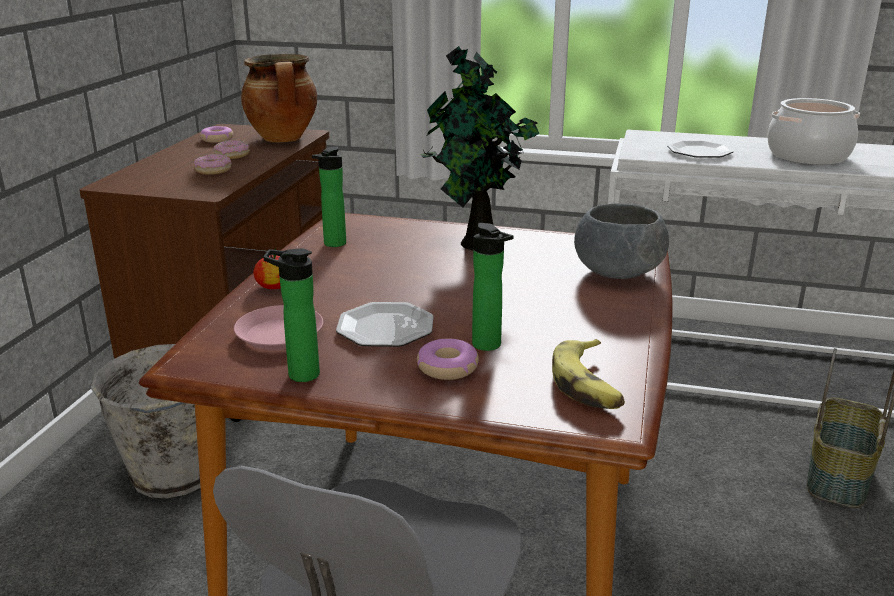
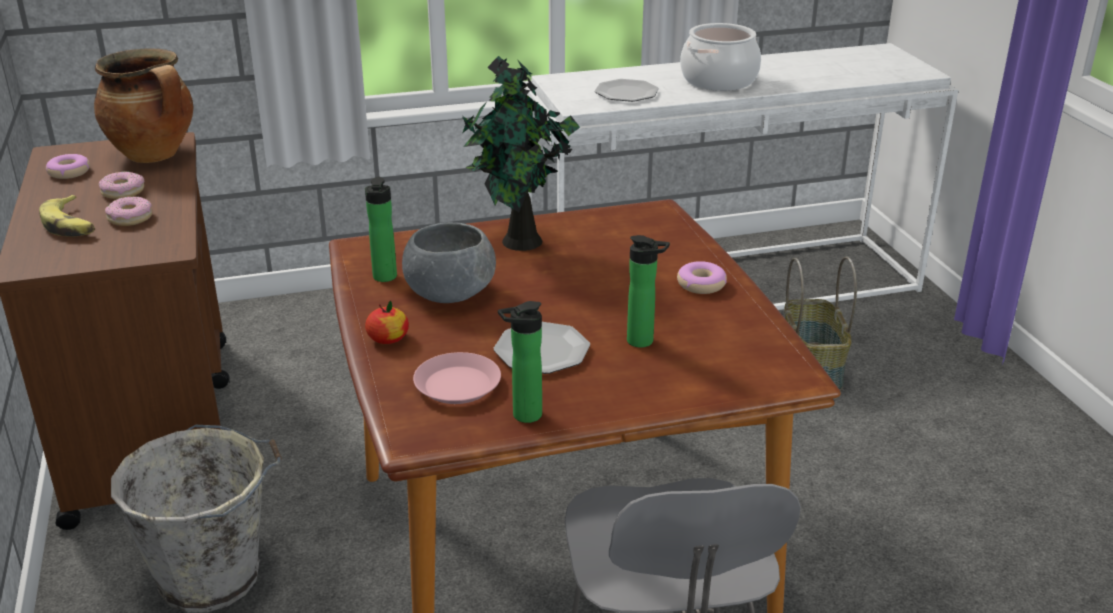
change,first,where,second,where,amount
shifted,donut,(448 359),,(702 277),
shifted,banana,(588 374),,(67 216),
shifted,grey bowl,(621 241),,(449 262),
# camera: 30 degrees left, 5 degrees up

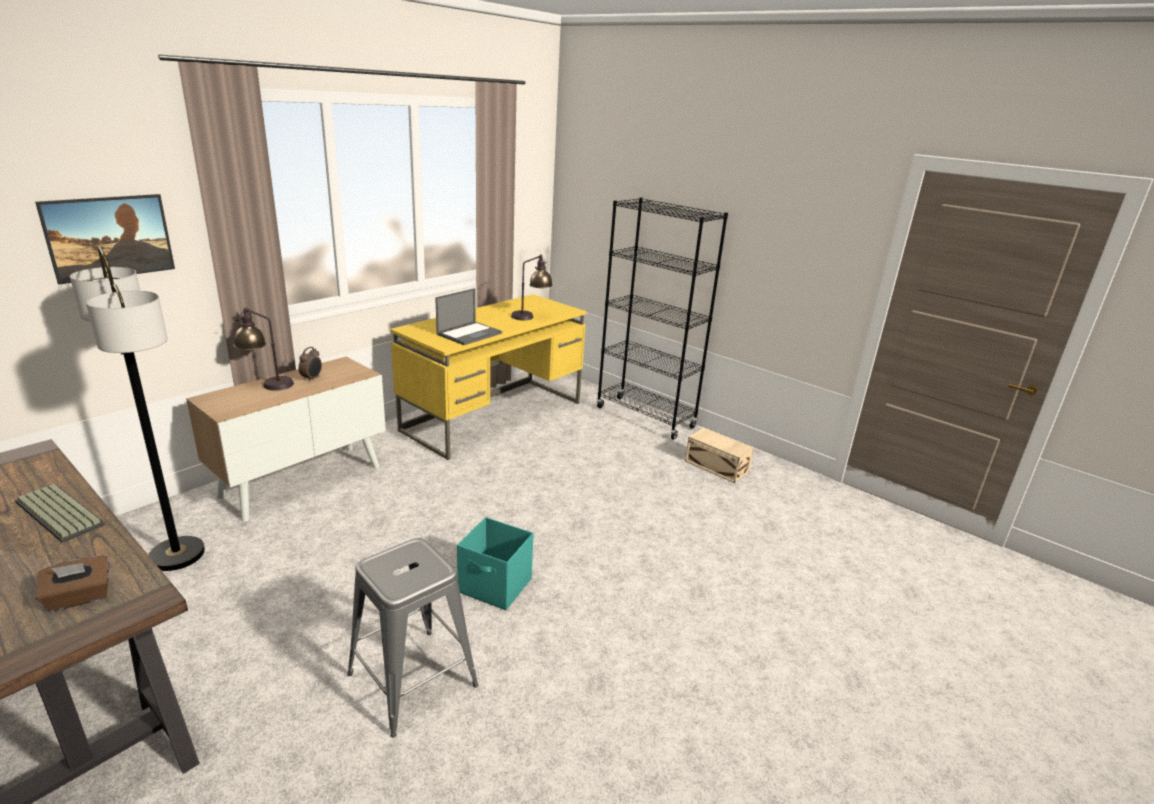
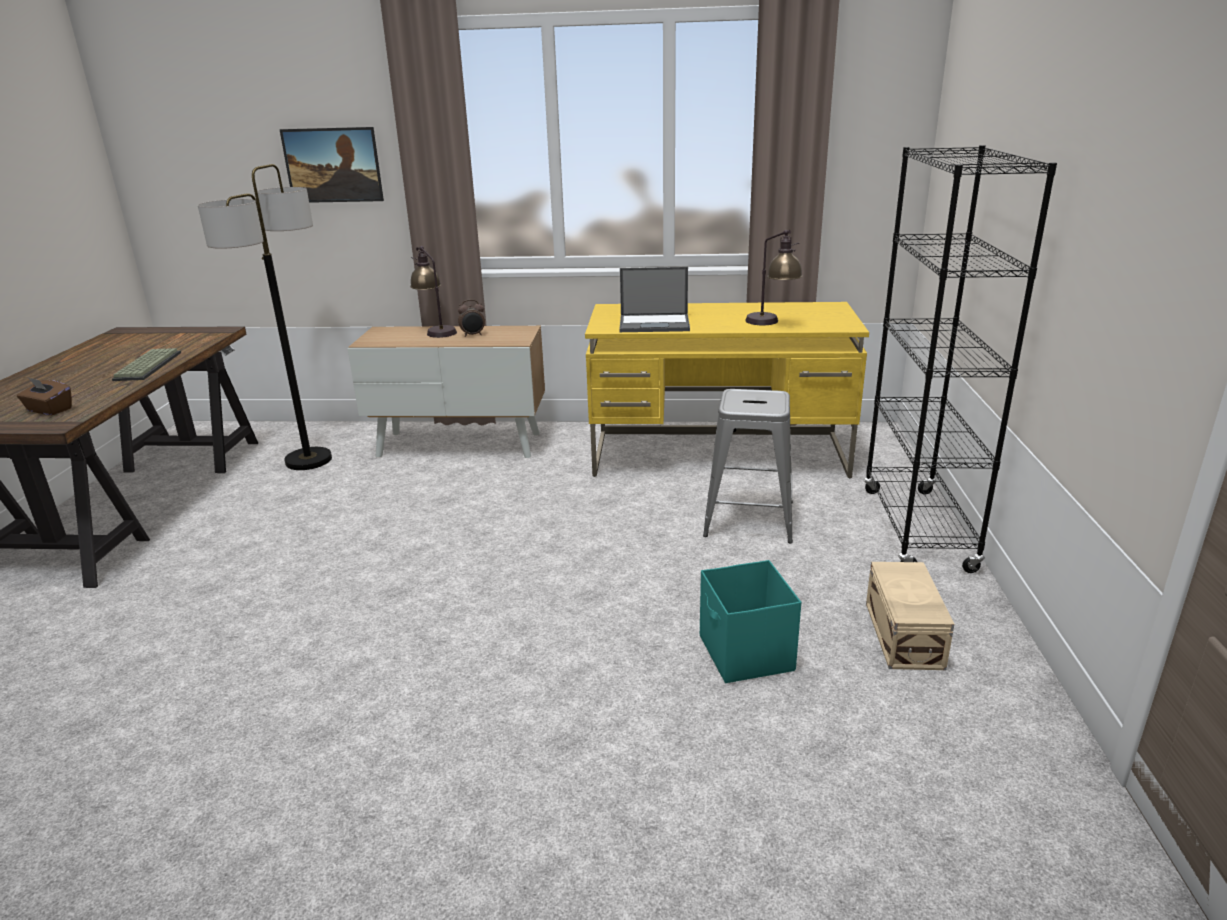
change,first,where,second,where,amount
shifted,grey stool,(413 638),,(748 466),
shifted,turquoise storage box,(495 563),,(750 621),
# camera: 55 degrees right, 0 degrees up

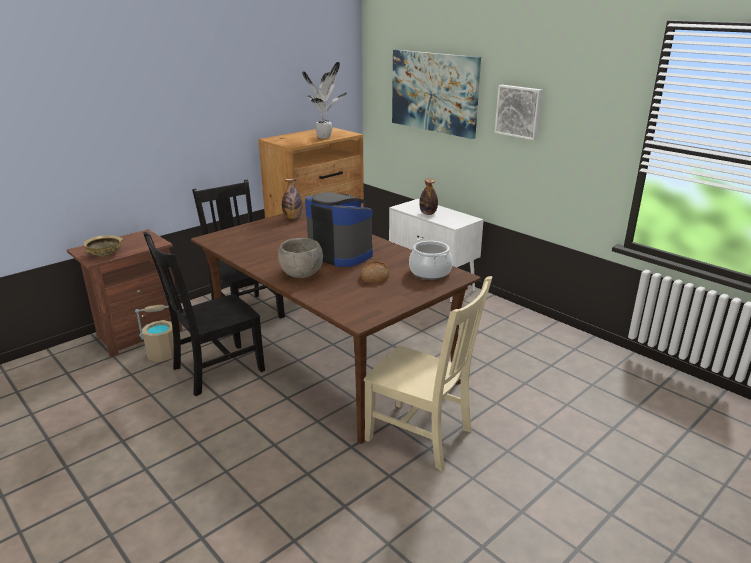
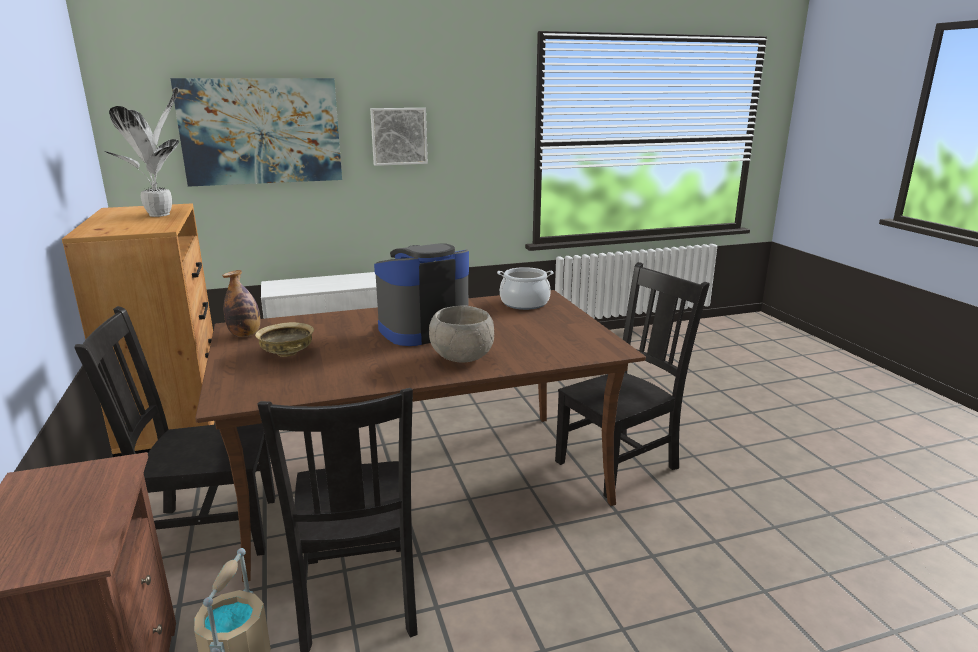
change,first,where,second,where,amount
gone,bread,(374 271),,,
gone,bottle,(428 196),,,
shifted,beige bowl,(103 246),,(284 339),
repainted,beige chair,(428 373),black chair,(632 380),
# camera: 65 degrees left, 5 degrees down

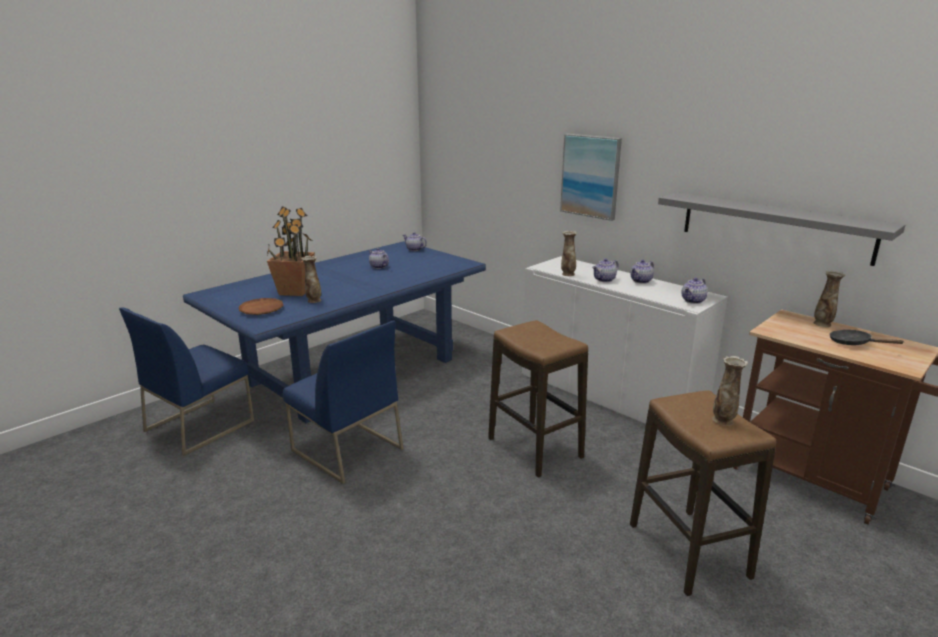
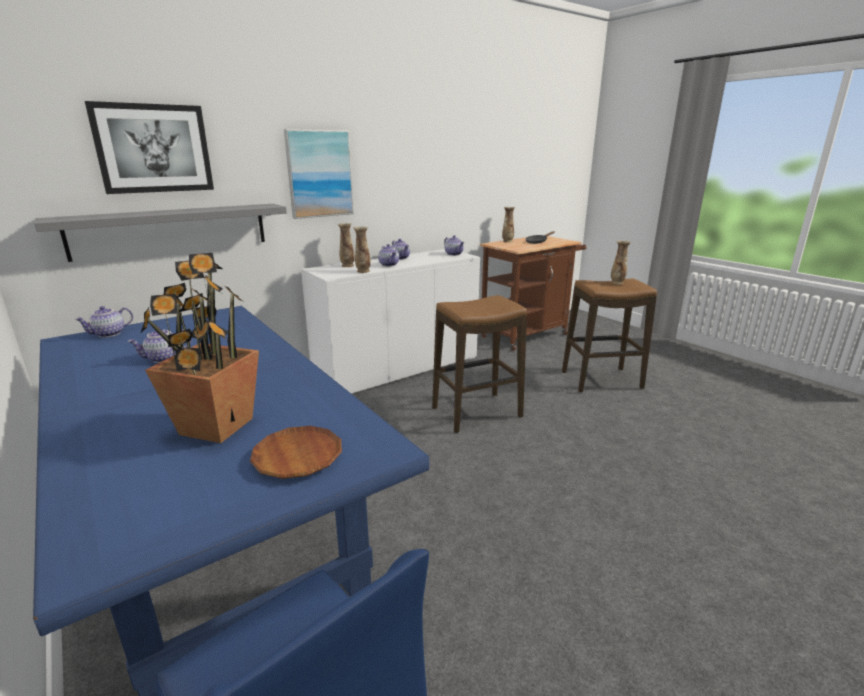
change,first,where,second,where,amount
gone,blue chair,(343 402),,,
new,,,picture,(149 147),
shifted,vase,(311 279),,(346 245),
shifted,grey shelf,(781 229),,(160 233),
# camera: 80 degrees left, 0 degrees up

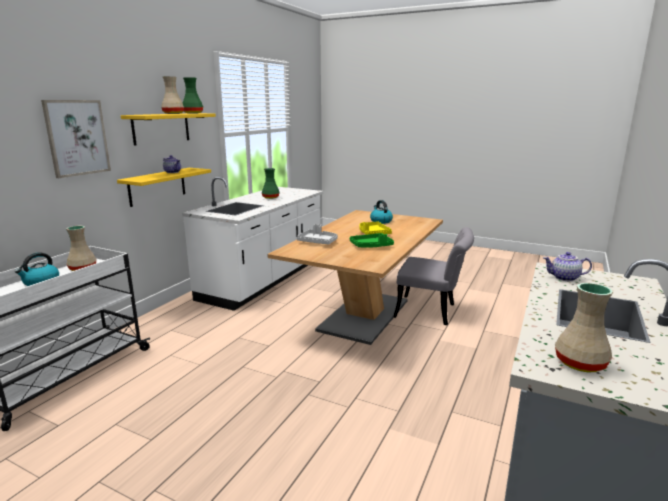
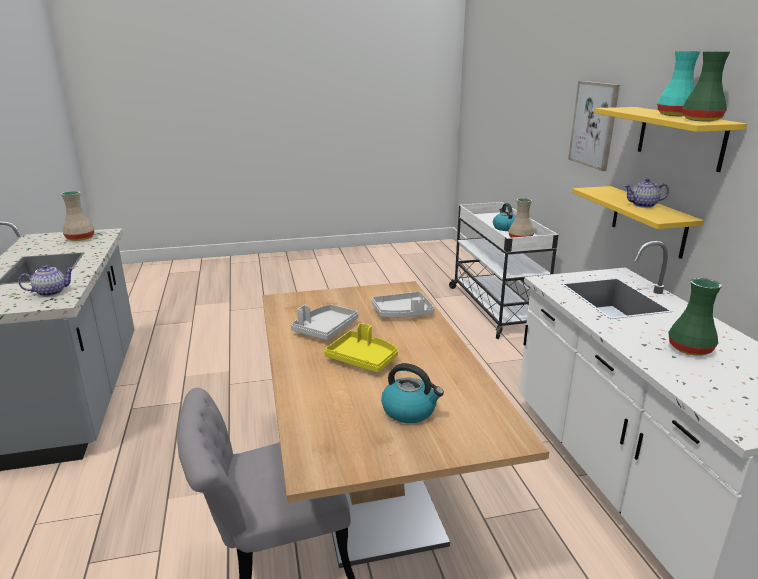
change,first,where,second,where,amount
repainted,beige vase,(172 95),turquoise vase,(679 83),
repainted,green tray,(372 240),grey tray,(324 322),
# camera: 140 degrees right, 5 degrees up

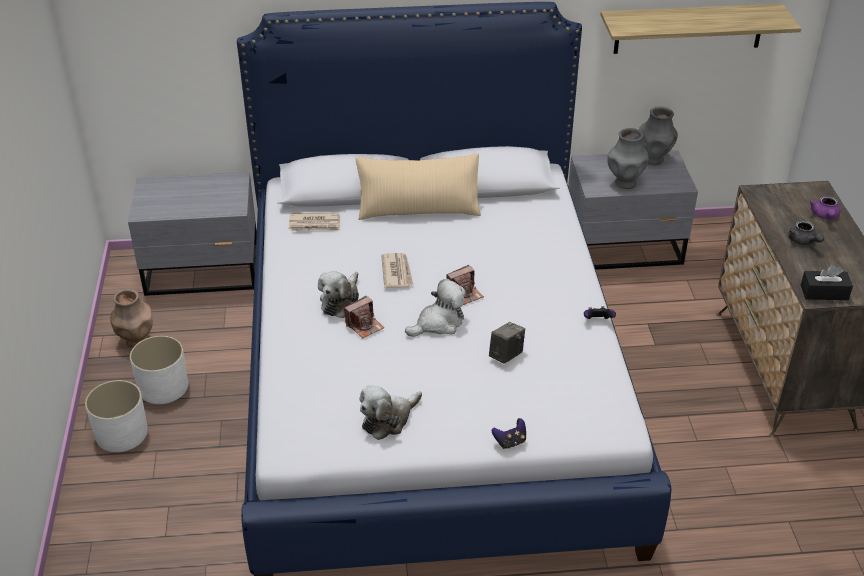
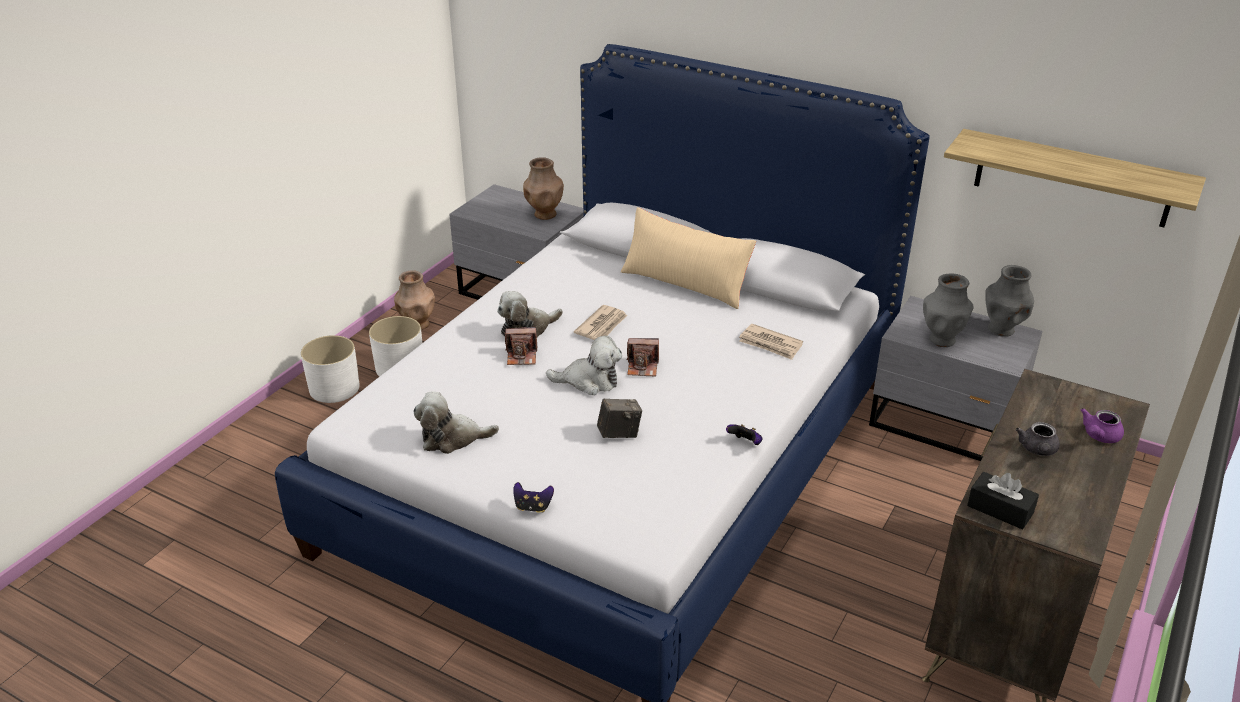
change,first,where,second,where,amount
new,,,brown vase,(543 188),
shifted,newspaper,(314 222),,(771 342),
# camera: 35 degrees right, 5 degrees down

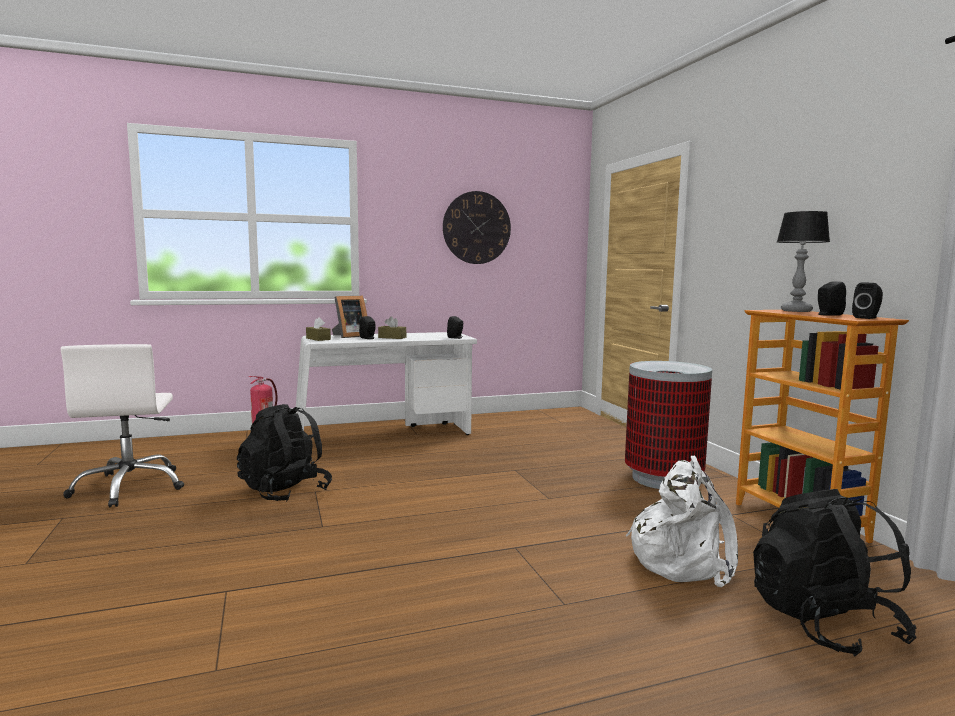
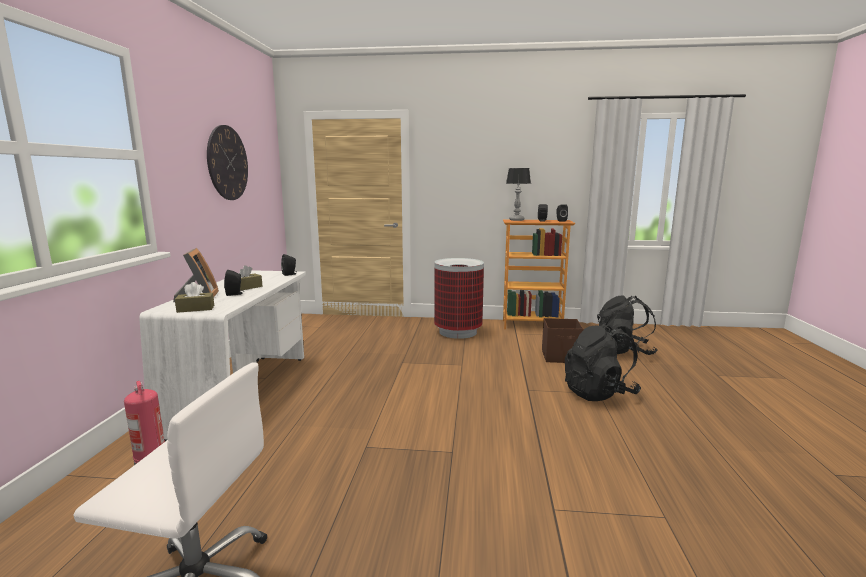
change,first,where,second,where,amount
shifted,black backpack,(284 452),,(603 362),
swapped,white backpack,(682 521),brown storage box,(563 340),
# camera: 65 degrees left, 5 degrees up

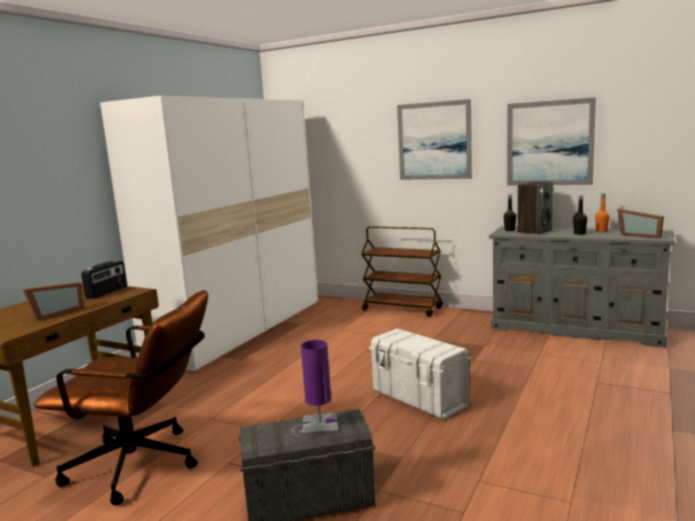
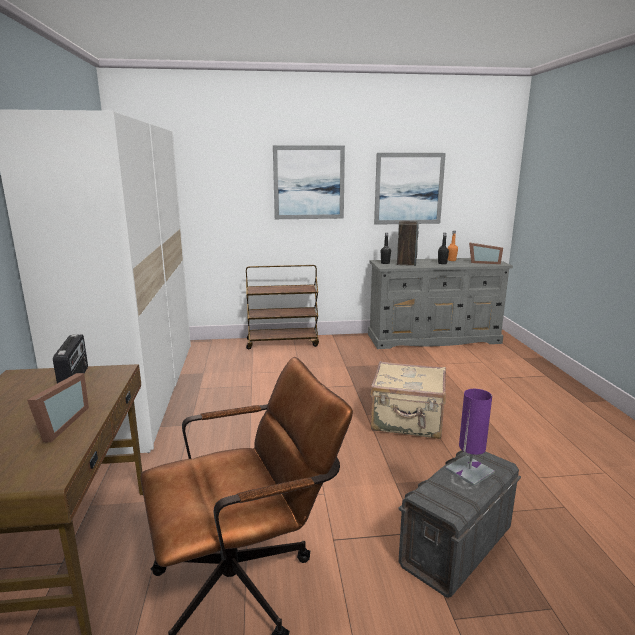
change,first,where,second,where,amount
swapped,white storage box,(420 374),beige suitcase,(408 400),
# camera: 35 degrees left, 5 degrees up

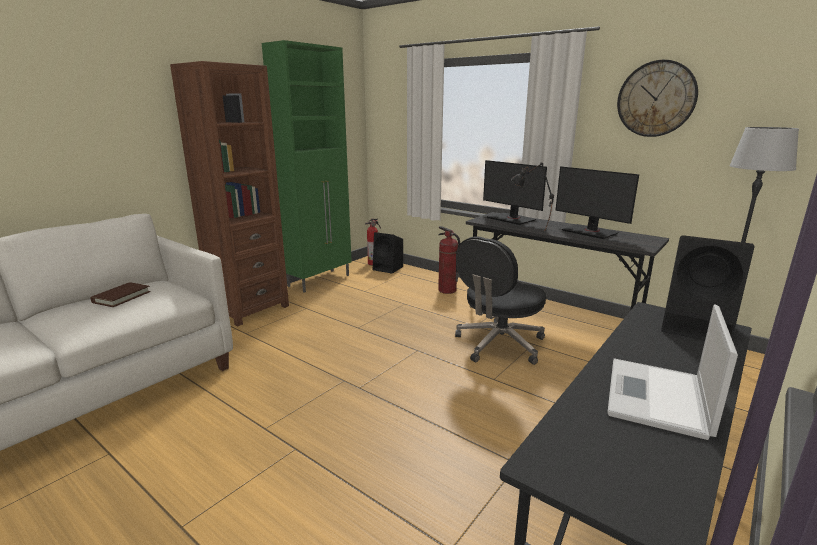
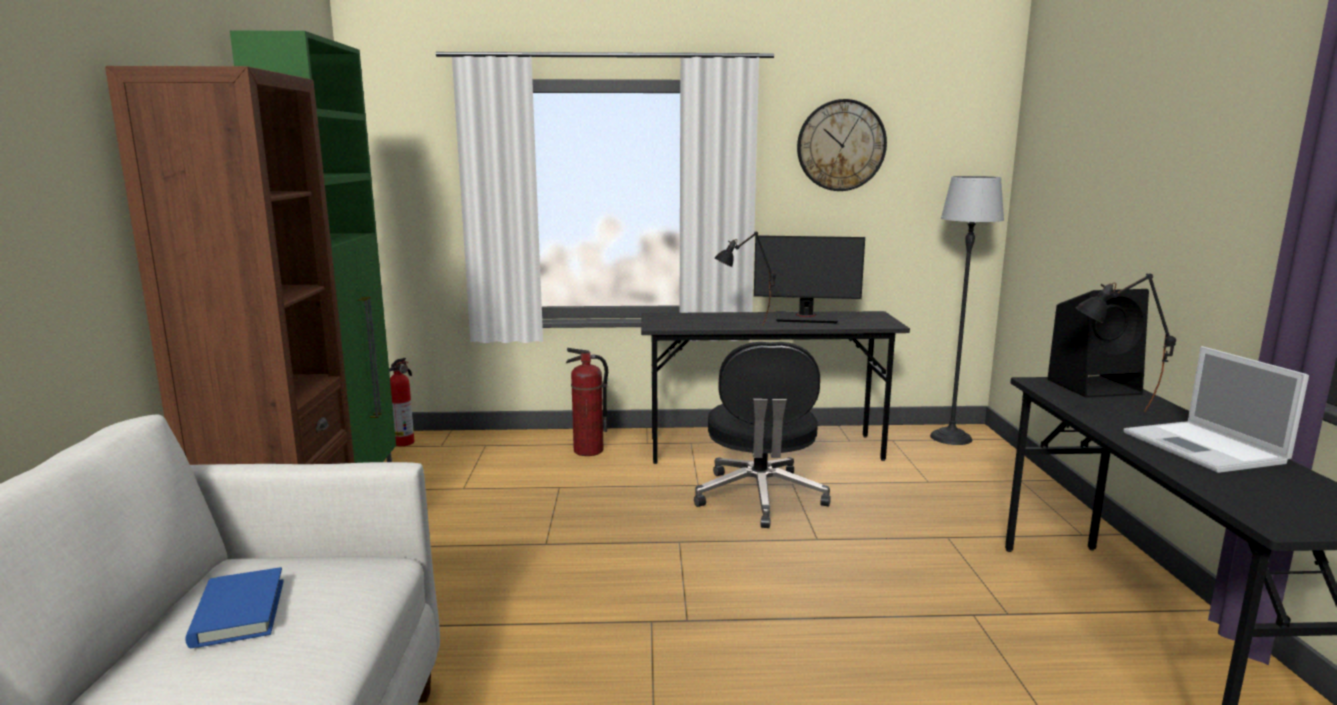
change,first,where,second,where,amount
gone,black speaker,(388 253),,,
gone,monitor,(515 192),,,
new,,,black table lamp,(1125 342),
repainted,brown book,(121 294),blue book,(235 607),
# camera: 40 degrees left, 5 degrees down

